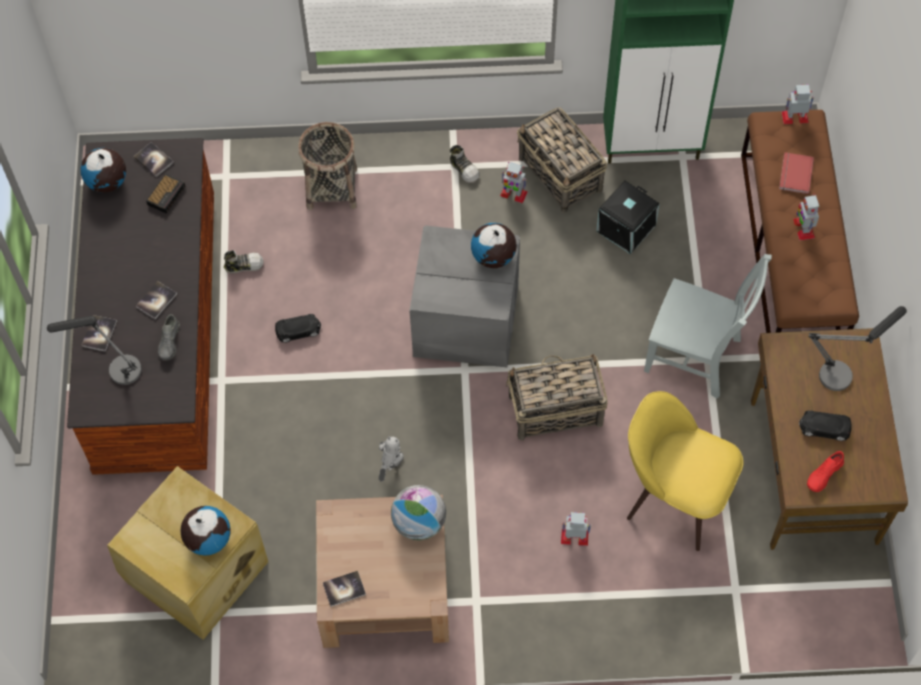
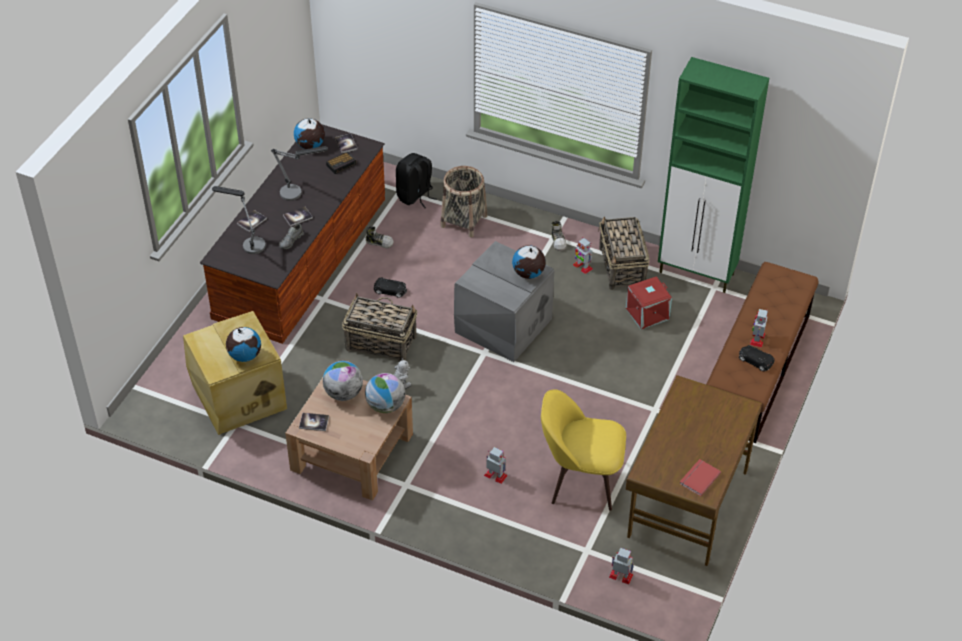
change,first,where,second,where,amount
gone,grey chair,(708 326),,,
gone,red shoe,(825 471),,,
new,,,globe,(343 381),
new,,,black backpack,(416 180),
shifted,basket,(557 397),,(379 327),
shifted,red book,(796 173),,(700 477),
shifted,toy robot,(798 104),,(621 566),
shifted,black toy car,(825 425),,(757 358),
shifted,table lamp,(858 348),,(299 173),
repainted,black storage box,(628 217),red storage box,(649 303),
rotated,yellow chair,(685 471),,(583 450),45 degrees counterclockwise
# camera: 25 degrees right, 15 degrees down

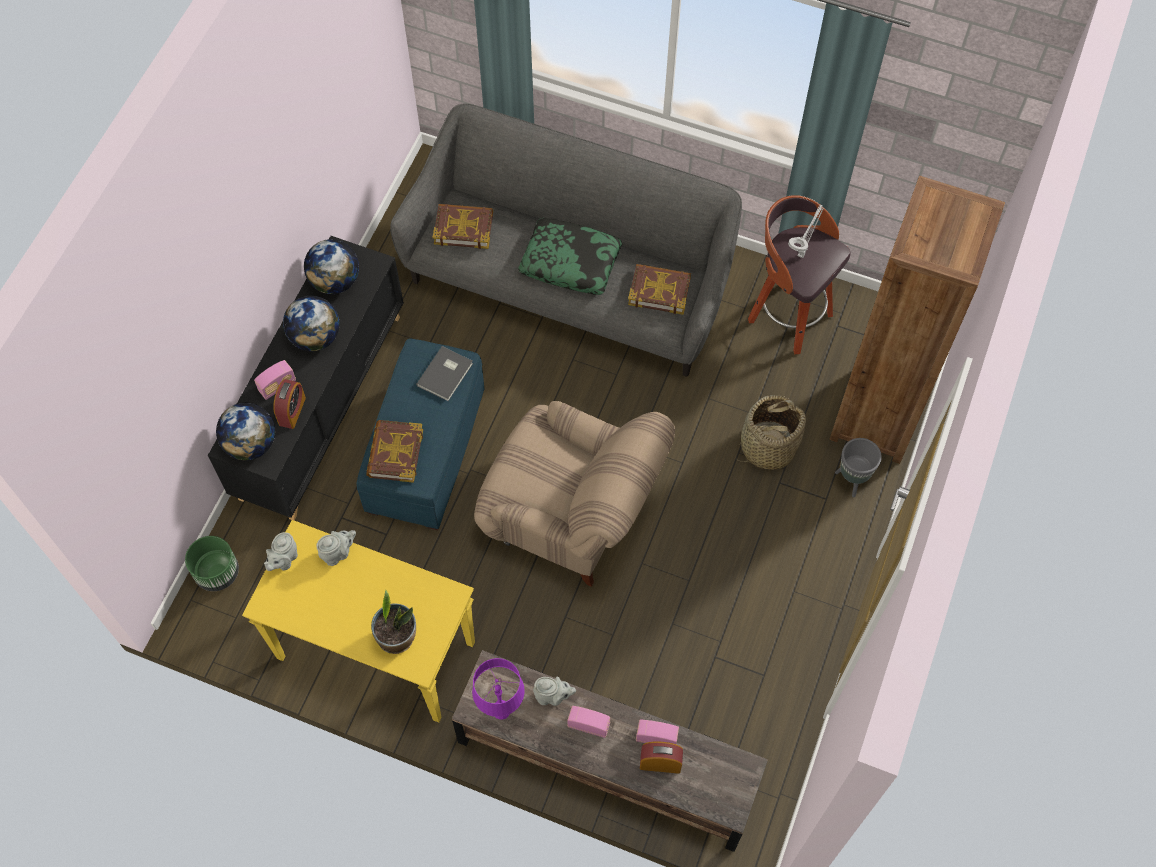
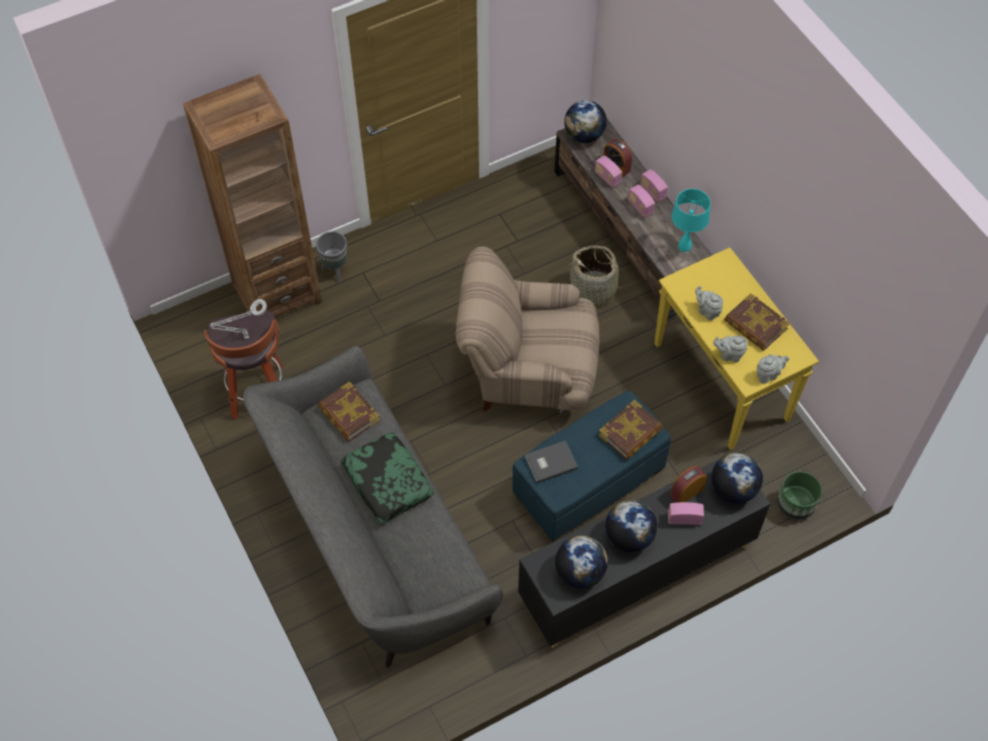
change,first,where,second,where,amount
gone,potted plant,(393 622),,,
new,,,globe,(585 121),
new,,,radio,(654 186),
shifted,book,(462 226),,(757 322),
shifted,grey teapot,(554 691),,(709 303),
shifted,basket,(770 432),,(597 276),
repainted,purple table lamp,(498 689),turquoise table lamp,(691 220),
rotated,beige armchair,(574 494),,(527 331),60 degrees counterclockwise
# camera: 140 degrees left, 5 degrees down

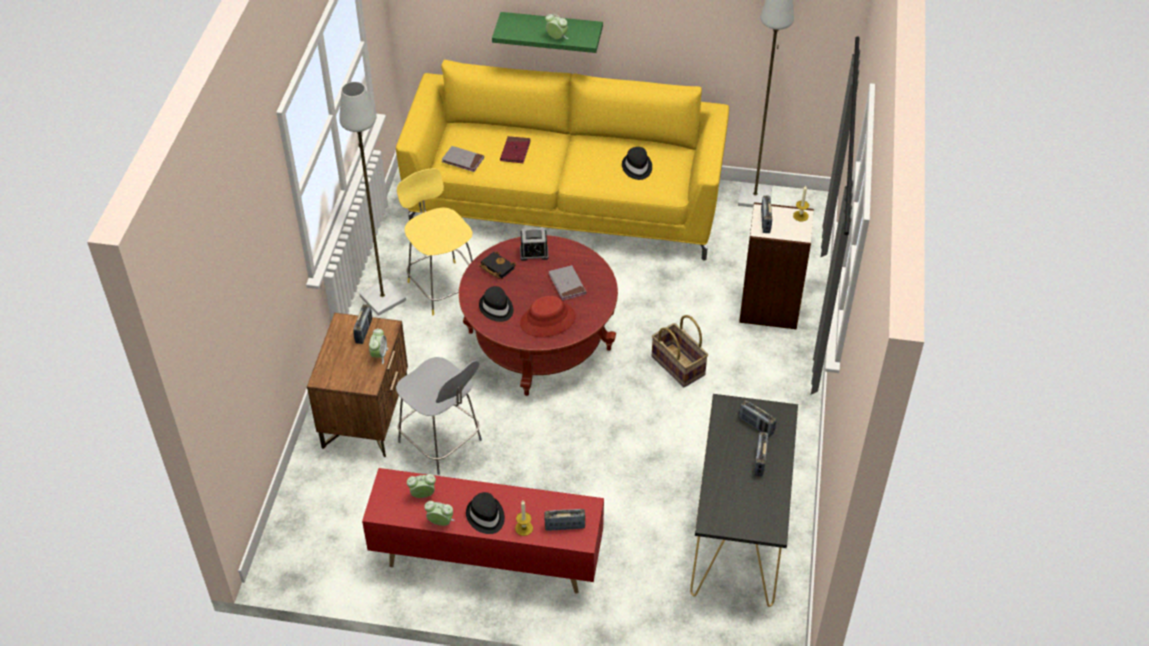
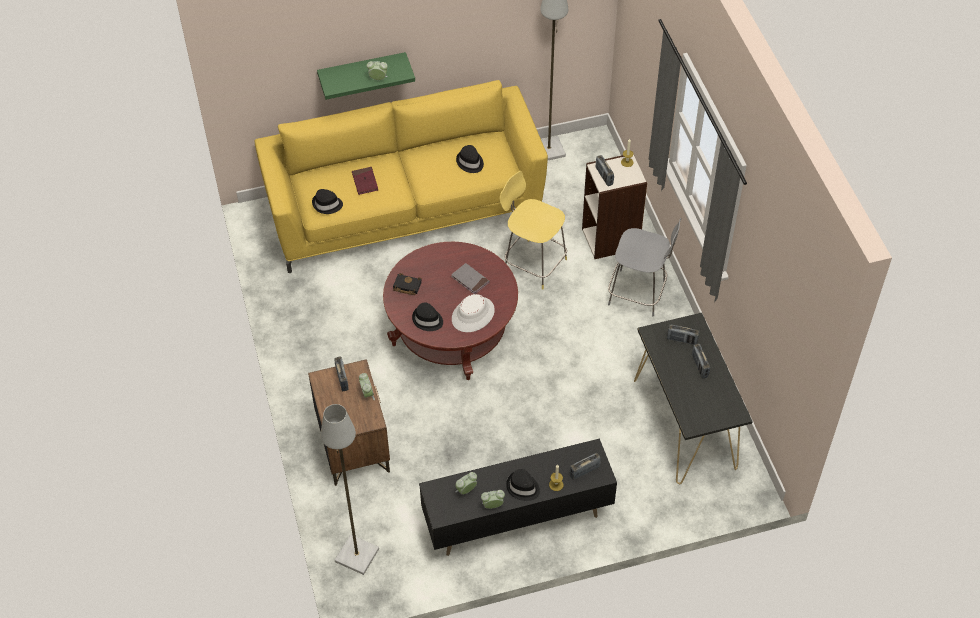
change,first,where,second,where,amount
gone,alarm clock,(534 244),,,
gone,basket,(680 351),,,
shifted,grey floor lamp,(372 199),,(350 489),
shifted,grey stool,(439 416),,(644 267),
shifted,yellow stool,(435 241),,(533 230),
swapped,grey book,(463 159),black hat,(327 201),
repainted,red tv stand,(483 531),black tv stand,(518 497),
repainted,red hat,(548 316),white hat,(473 313),
# camera: 25 degrees left, 5 degrees up

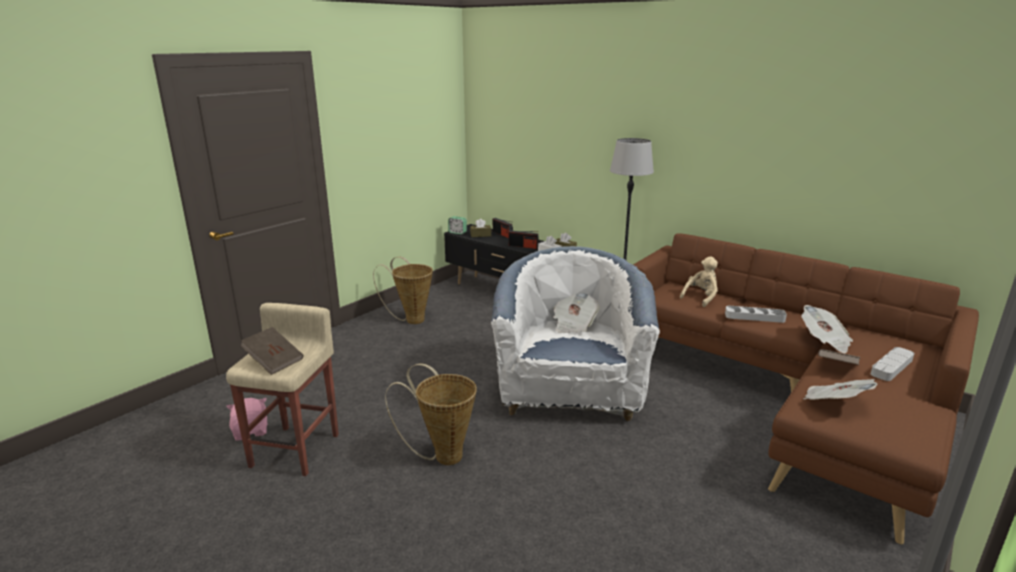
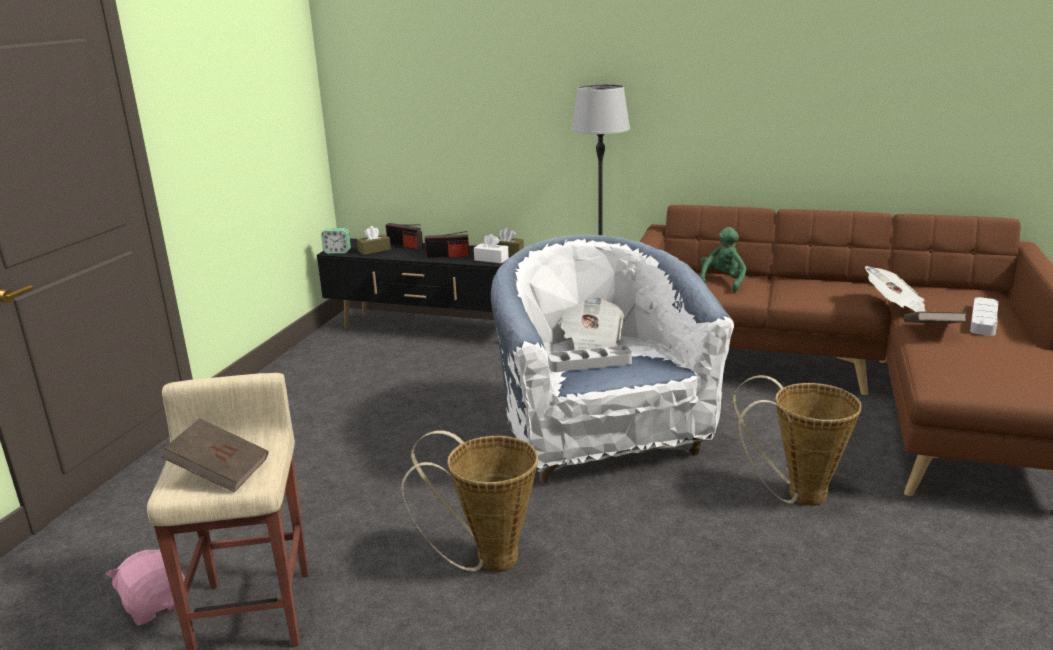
change,first,where,second,where,amount
gone,newspaper,(840 389),,,
shifted,basket,(403 290),,(797 440),
shifted,grey tray,(756 314),,(590 359),
repainted,beige plush toy,(699 281),green plush toy,(723 260),
# camera: 20 degrees left, 0 degrees up

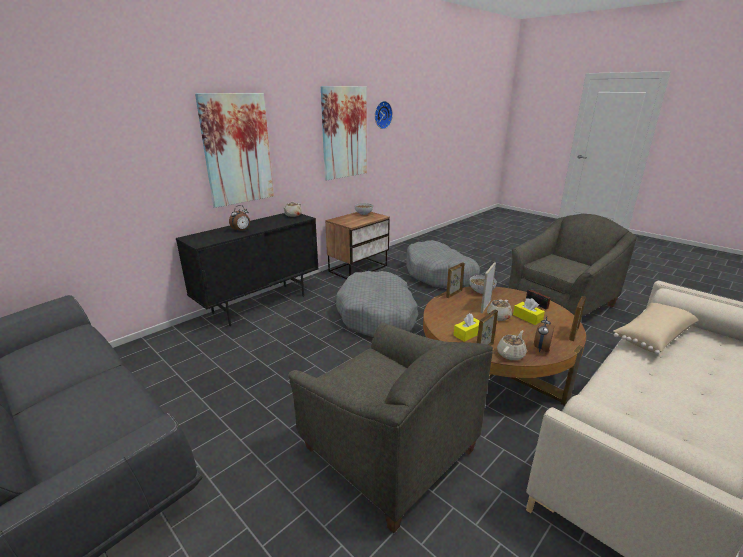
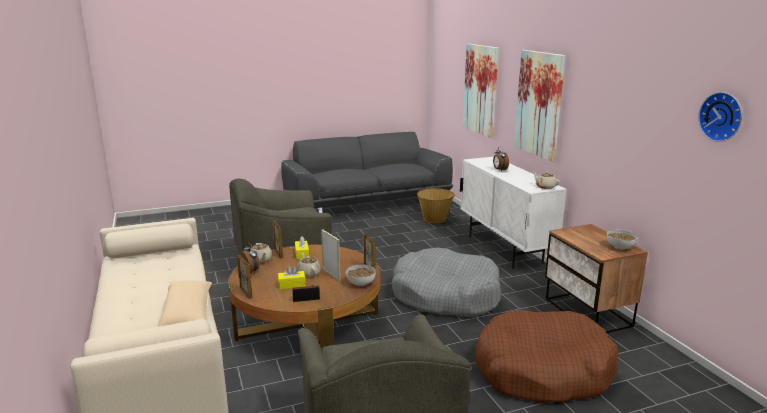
change,first,where,second,where,amount
new,,,basket,(436 205),
shifted,picture,(344 133),,(481 91),
repainted,black cabinet,(247 269),white cabinet,(513 213),
repainted,grey dog bed,(443 264),brown dog bed,(546 356),
# camera: 115 degrees right, 5 degrees down

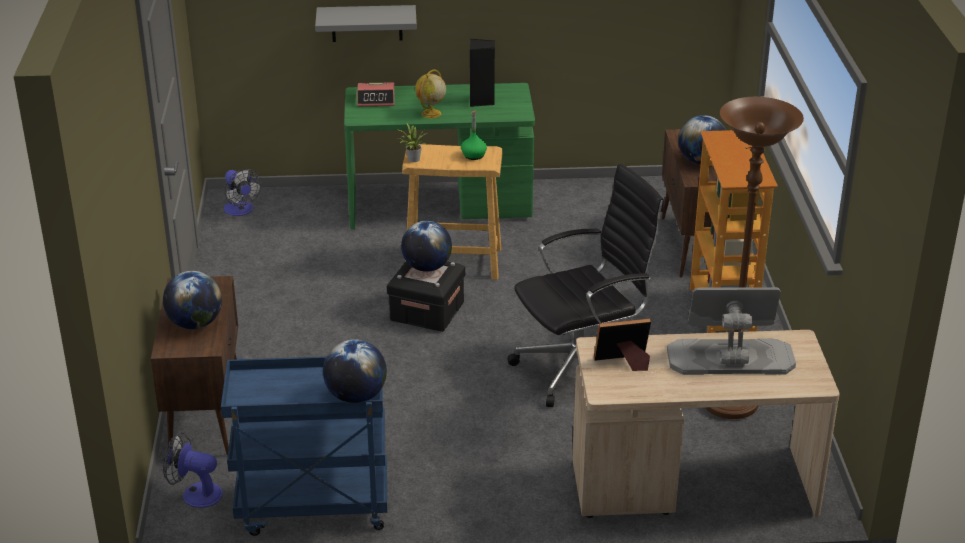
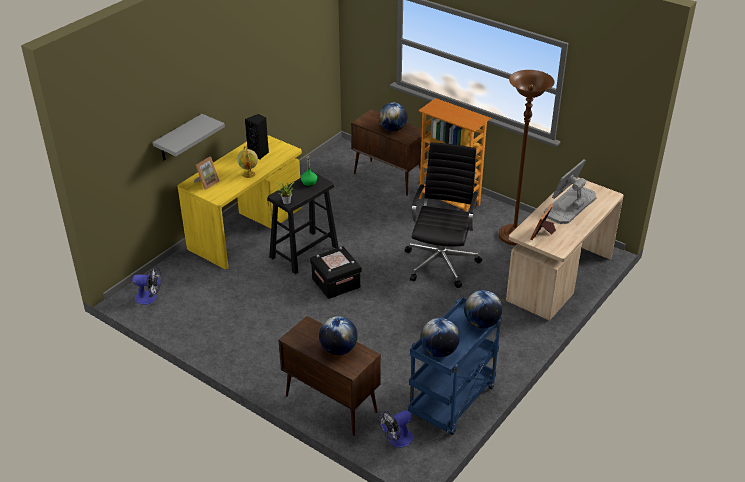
change,first,where,second,where,amount
shifted,globe,(426 246),,(440 337),
swapped,alarm clock,(376 94),picture frame,(207 173),
repainted,green desk,(439 156),yellow desk,(240 202),
repainted,beige stool,(452 212),black stool,(302 223),
# camera: 50 degrees left, 5 degrees up

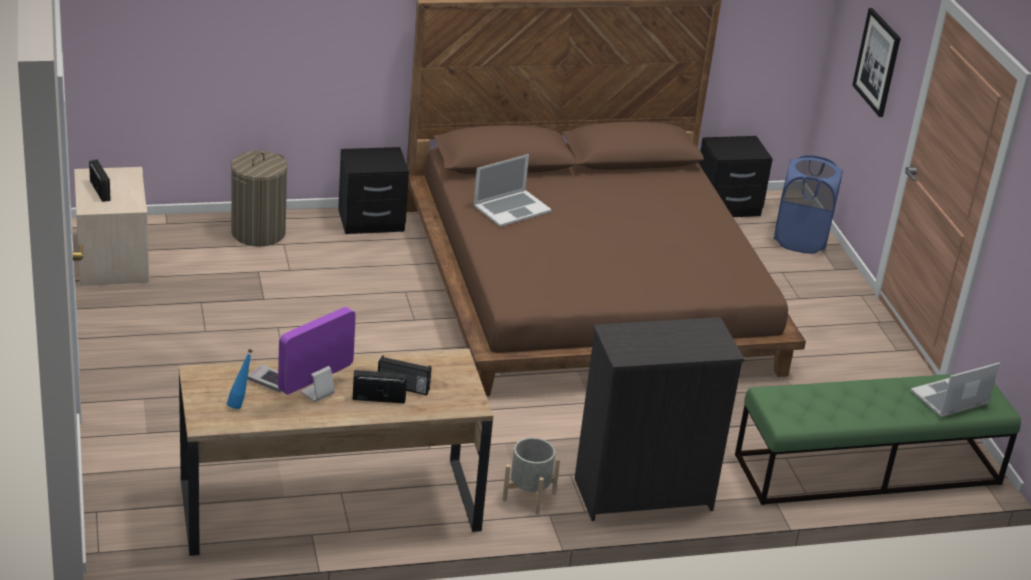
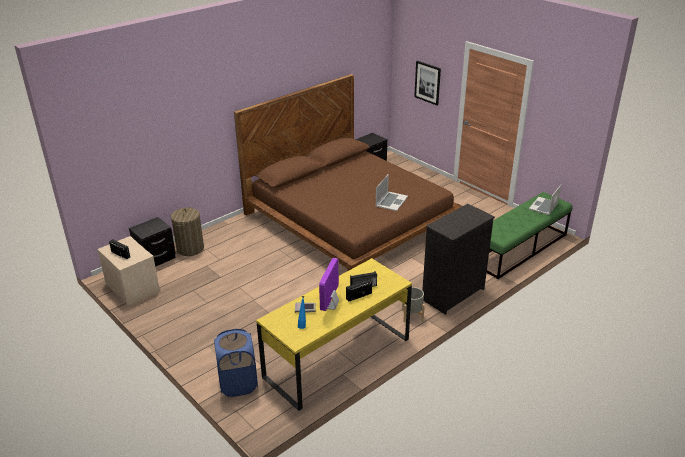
change,first,where,second,where,amount
shifted,black nightstand,(373 190),,(152 242),
shifted,laptop,(513 190),,(392 192),
shifted,blue laundry basket,(808 204),,(236 363),
repainted,brown desk,(336 452),yellow desk,(334 334),
# camera: 25 degrees left, 0 degrees up

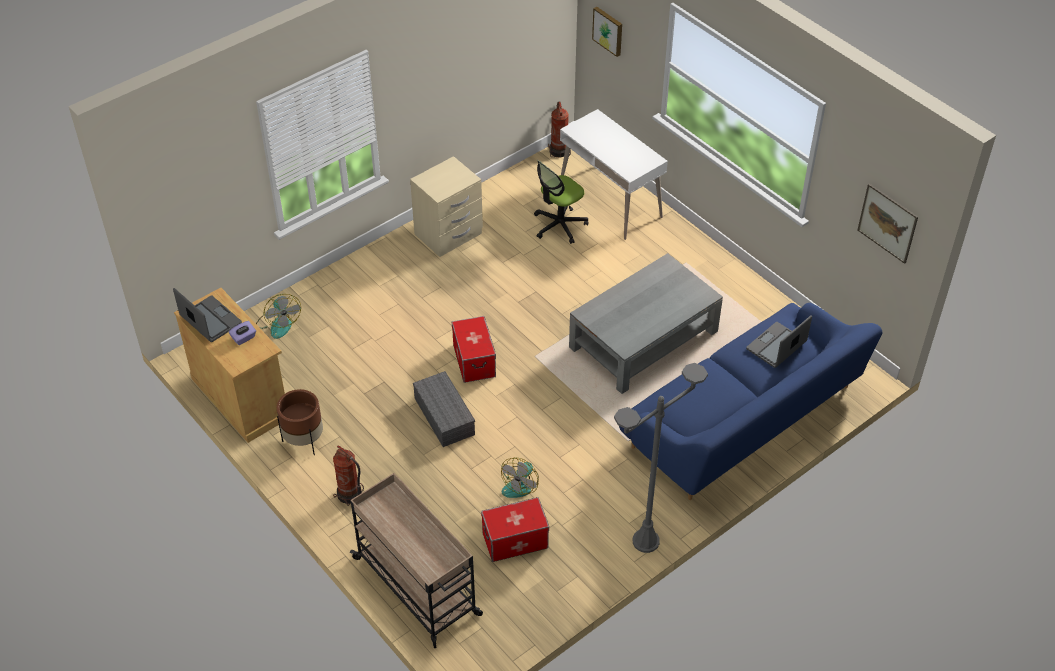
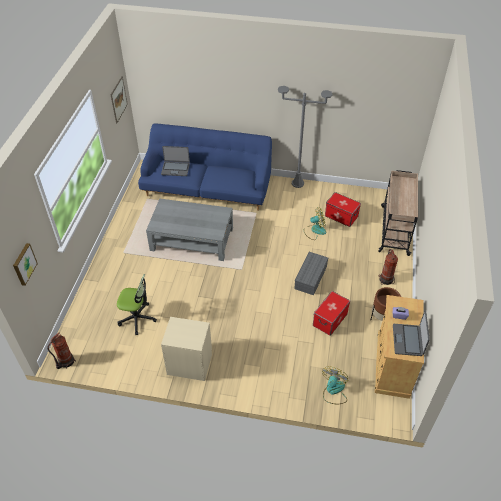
change,first,where,second,where,amount
gone,white desk,(614 174),,,
shifted,storage box,(474 349),,(331 313),
# camera: 130 degrees left, 0 degrees up

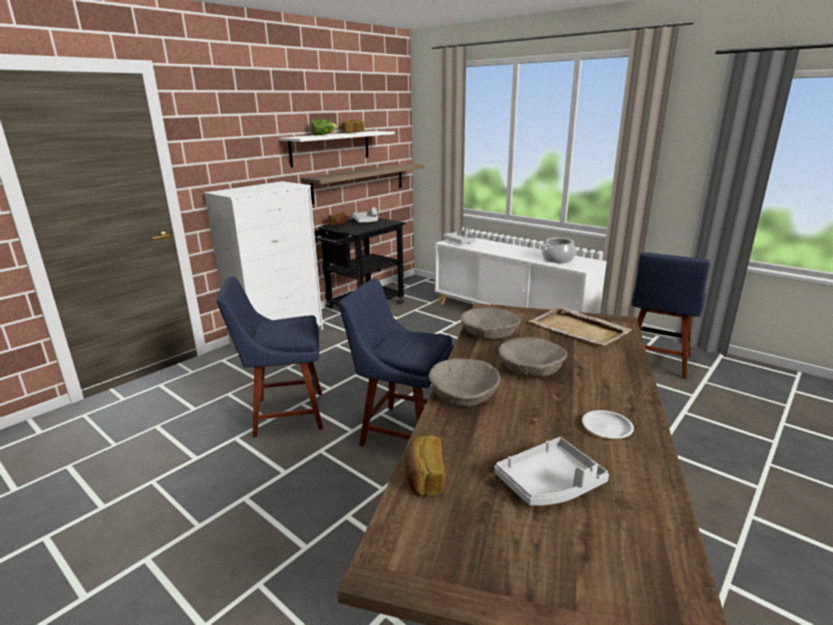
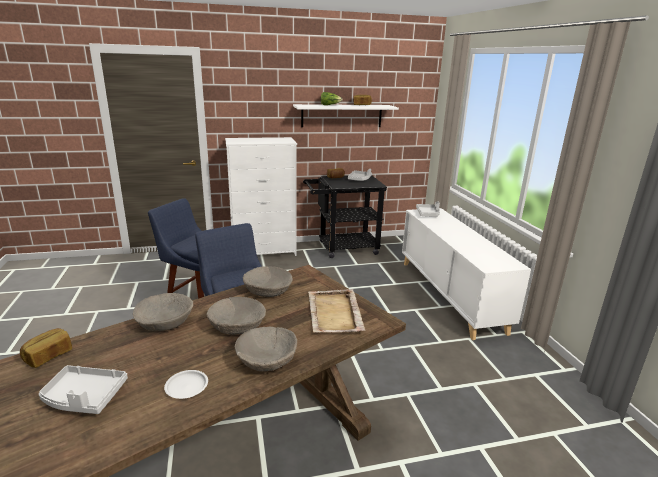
change,first,where,second,where,amount
gone,shelf,(363 183),,,
gone,cooking pot,(558 250),,,
gone,blue chair,(671 315),,,
new,,,beige bowl,(266 349),
# camera: 35 degrees right, 0 degrees up

